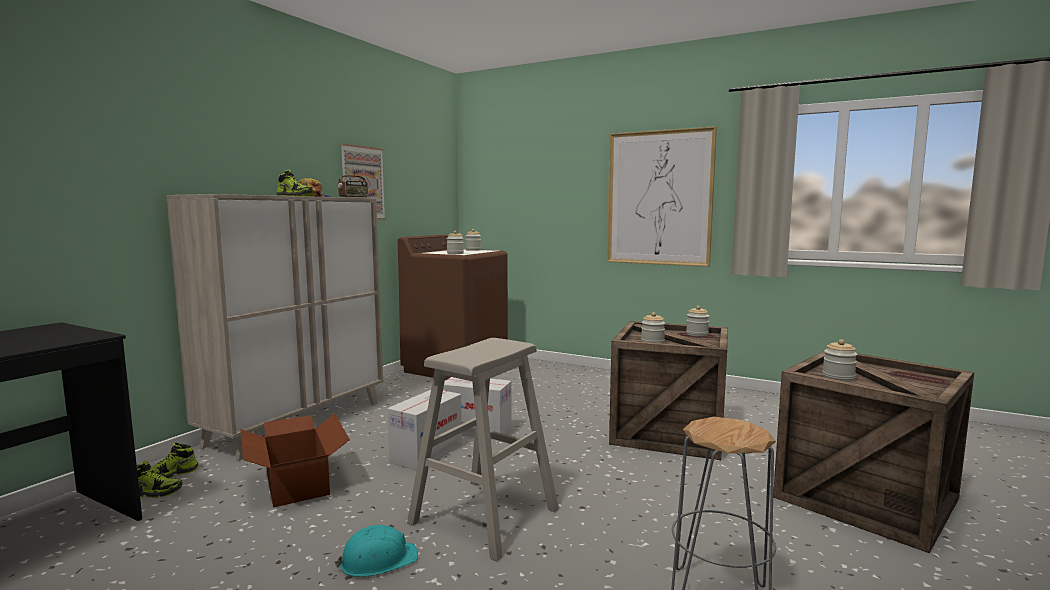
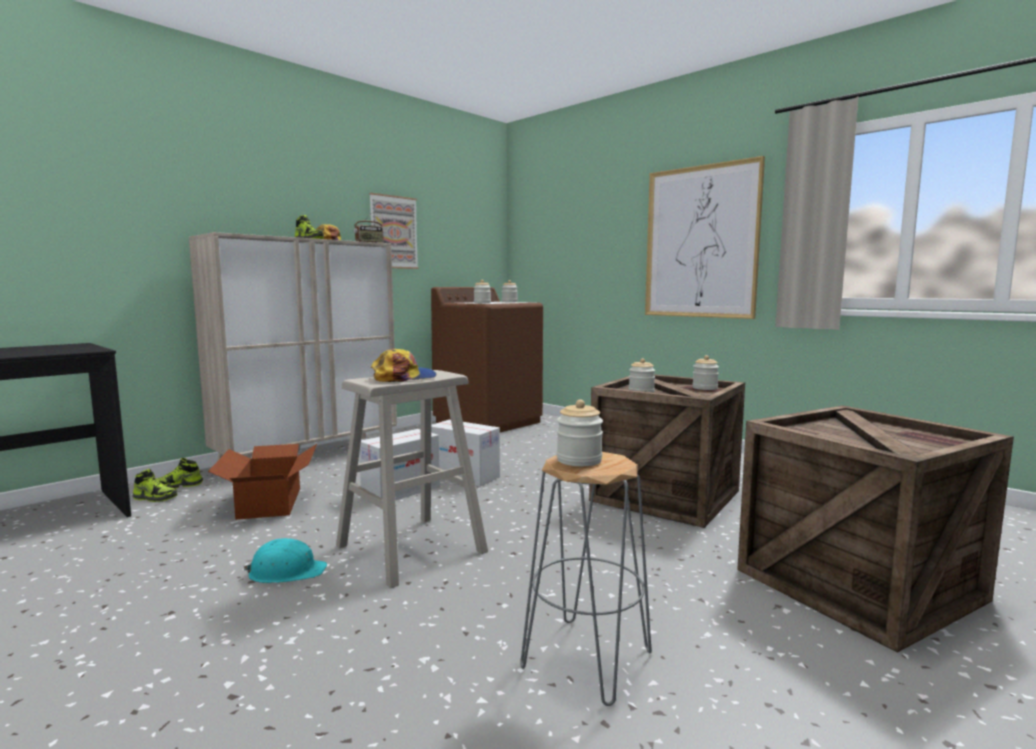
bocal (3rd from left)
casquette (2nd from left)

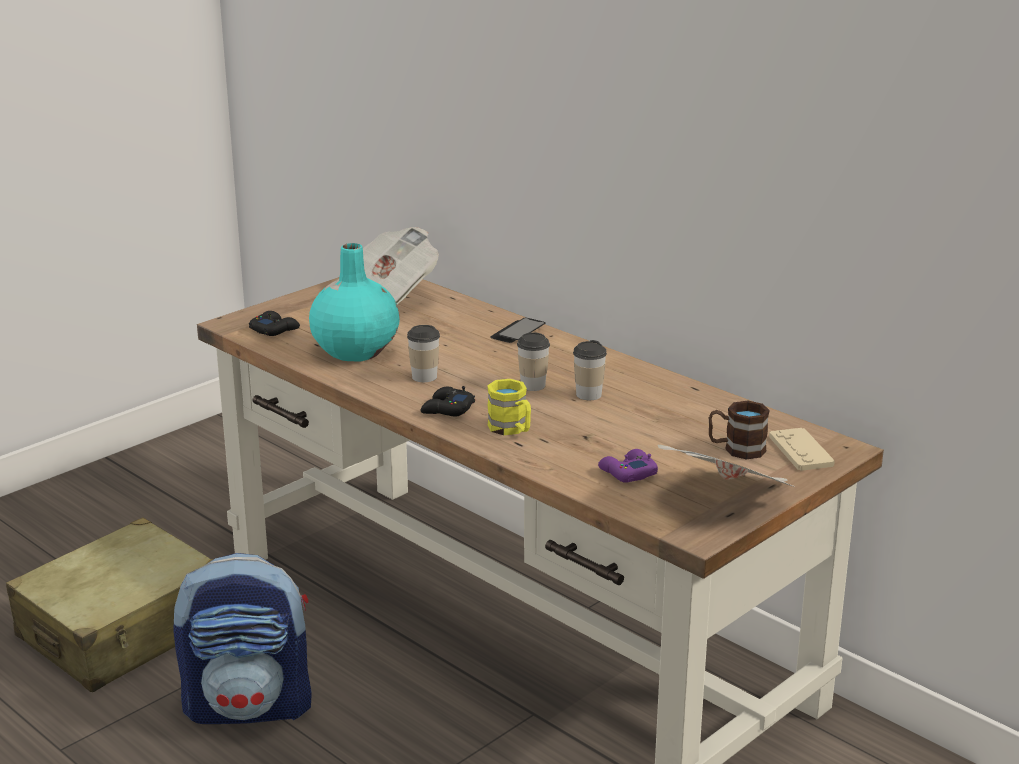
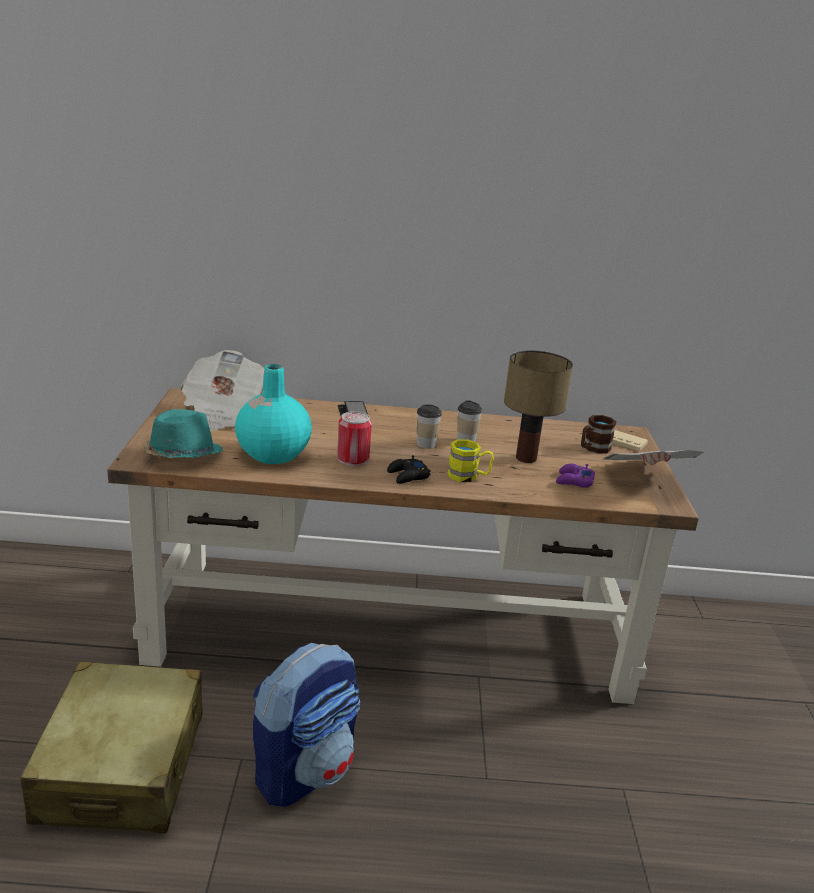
chapeau/turquoise
boîte métallique
lampe de table

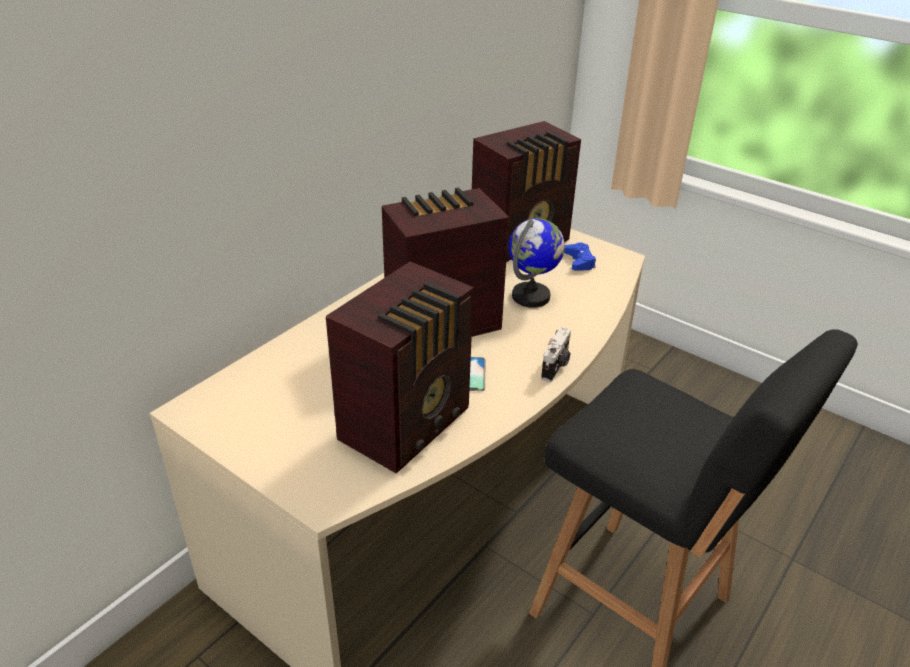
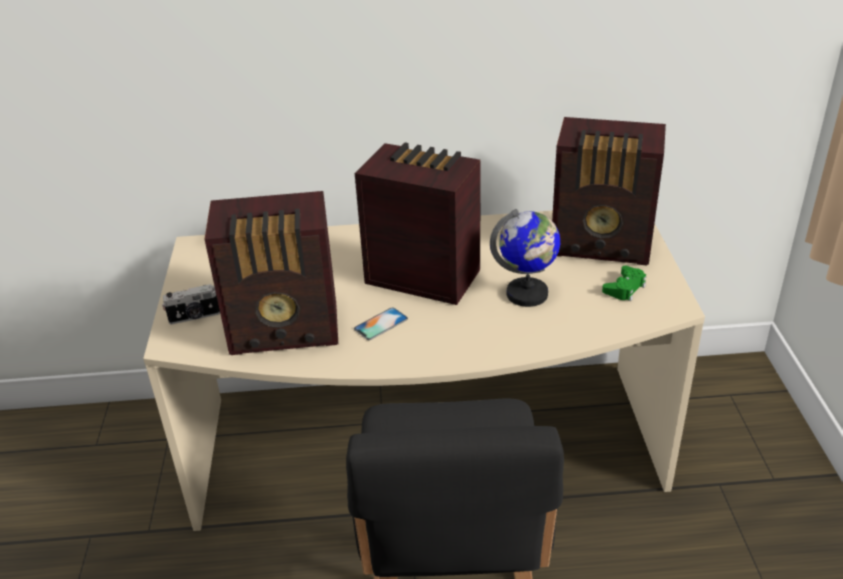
appareil photo
manette/vert

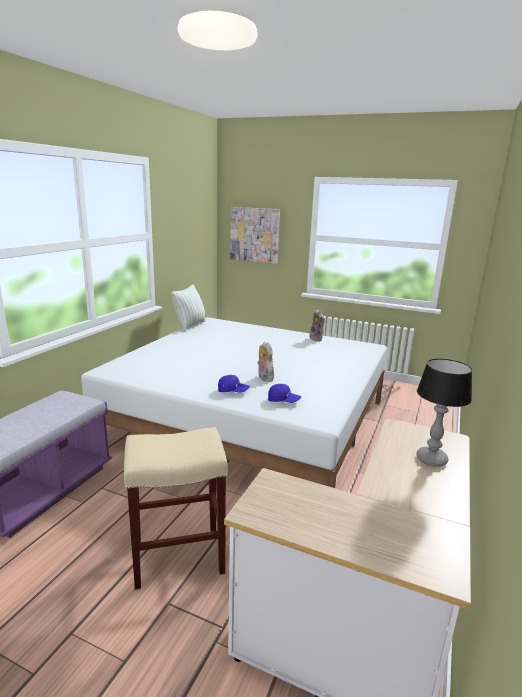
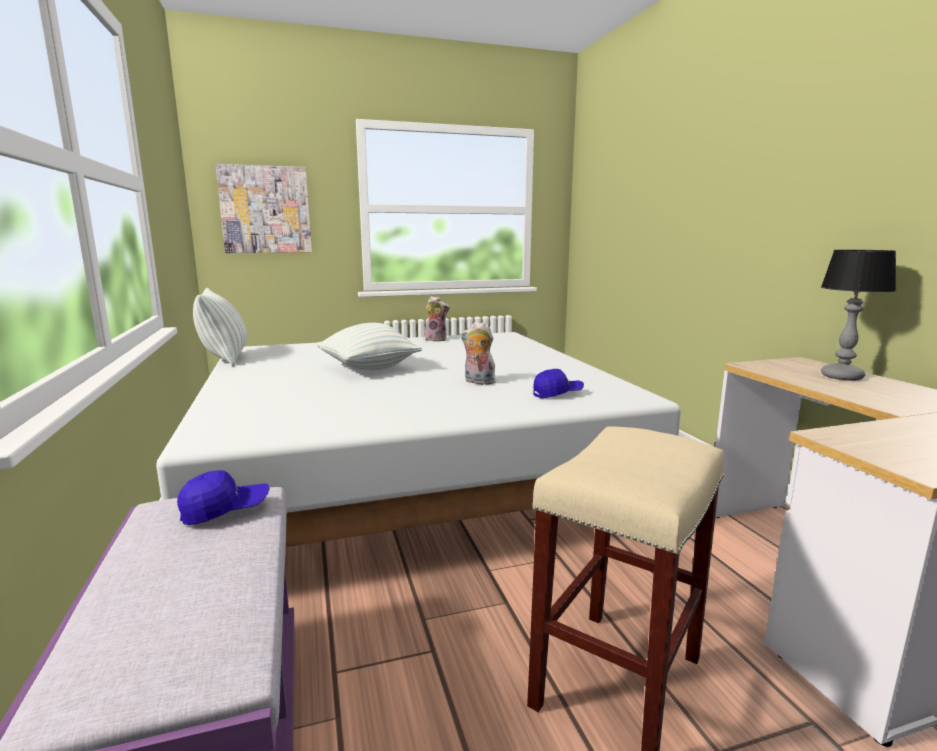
casquette/bleu (1st from left)
coussin (2nd from left)

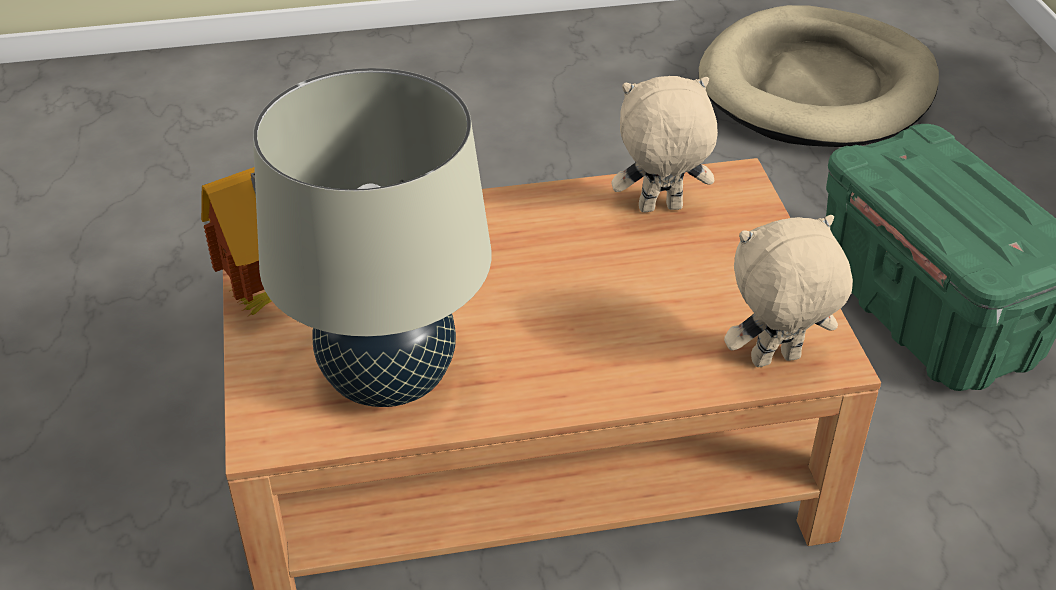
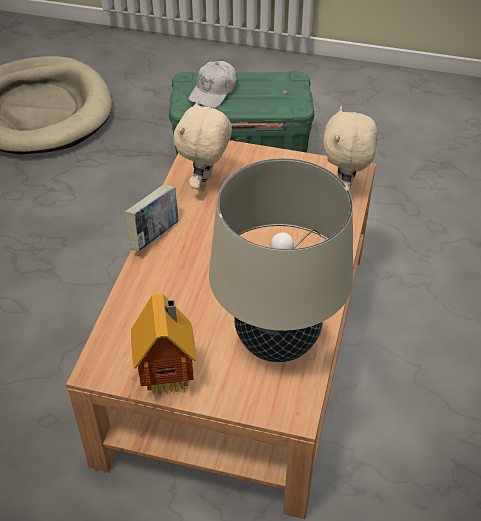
livre
casquette/blanc

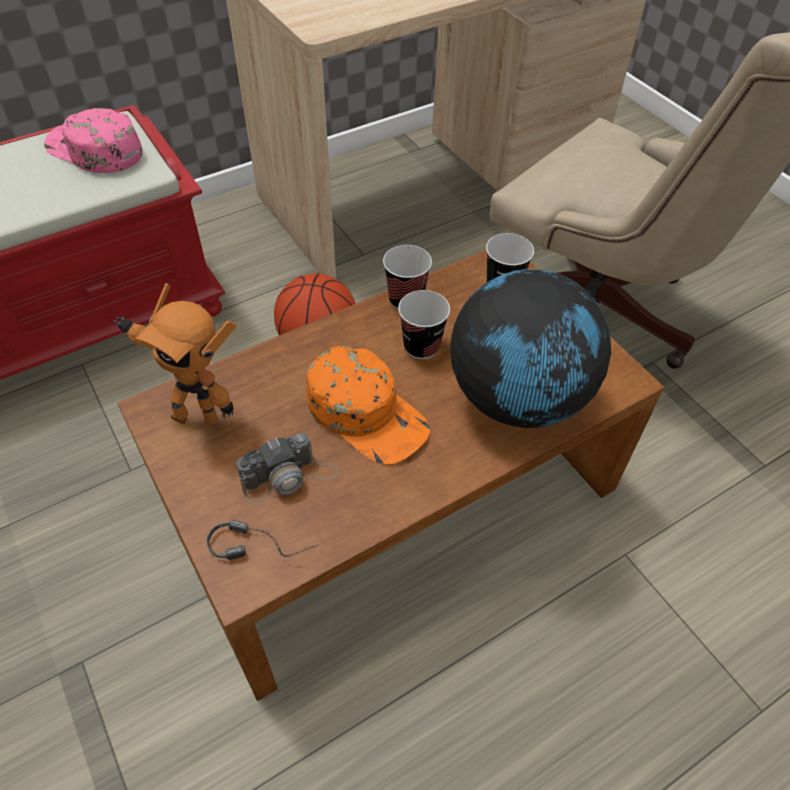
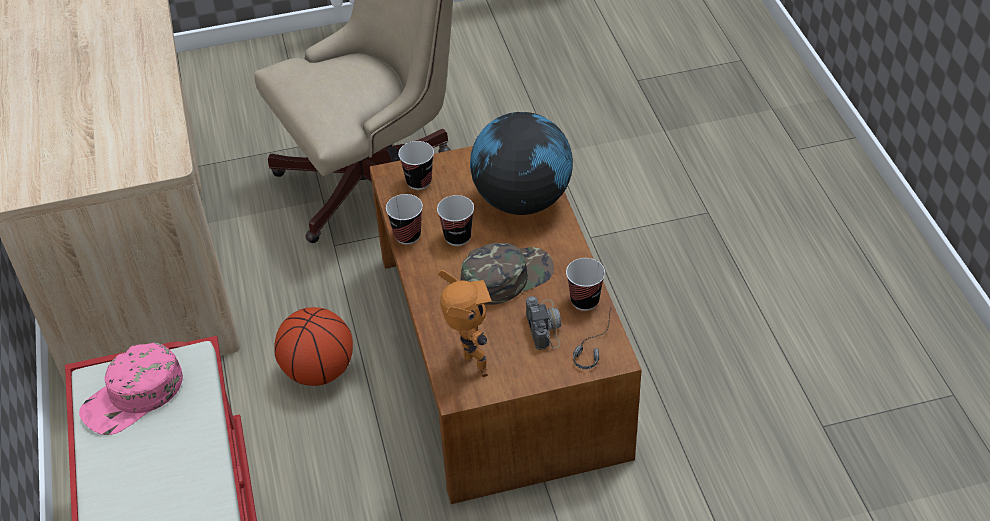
robot jouet
casquette/vert
tasse (4th from left)

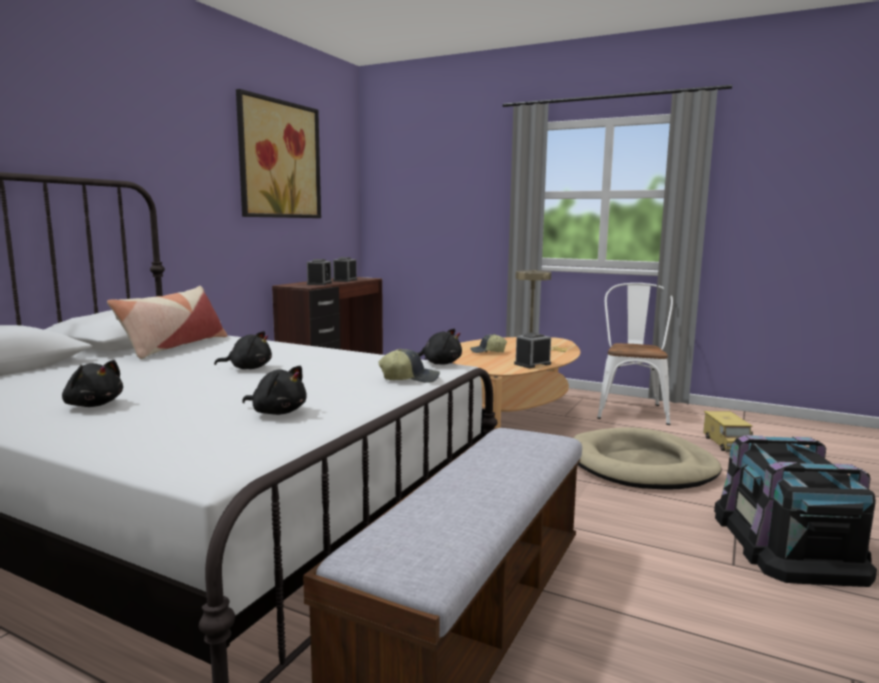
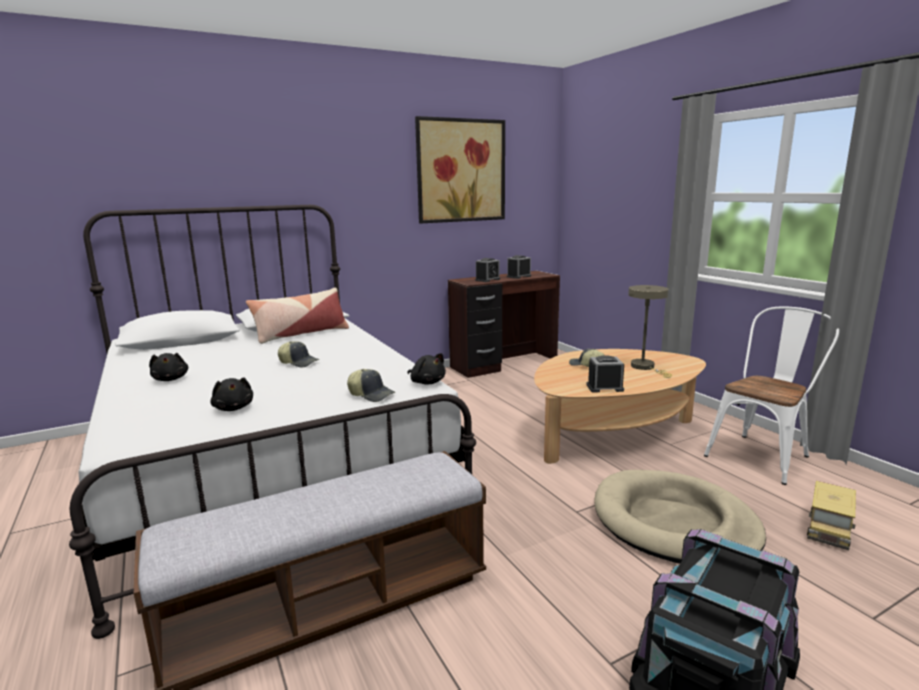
casquette (1st from left)

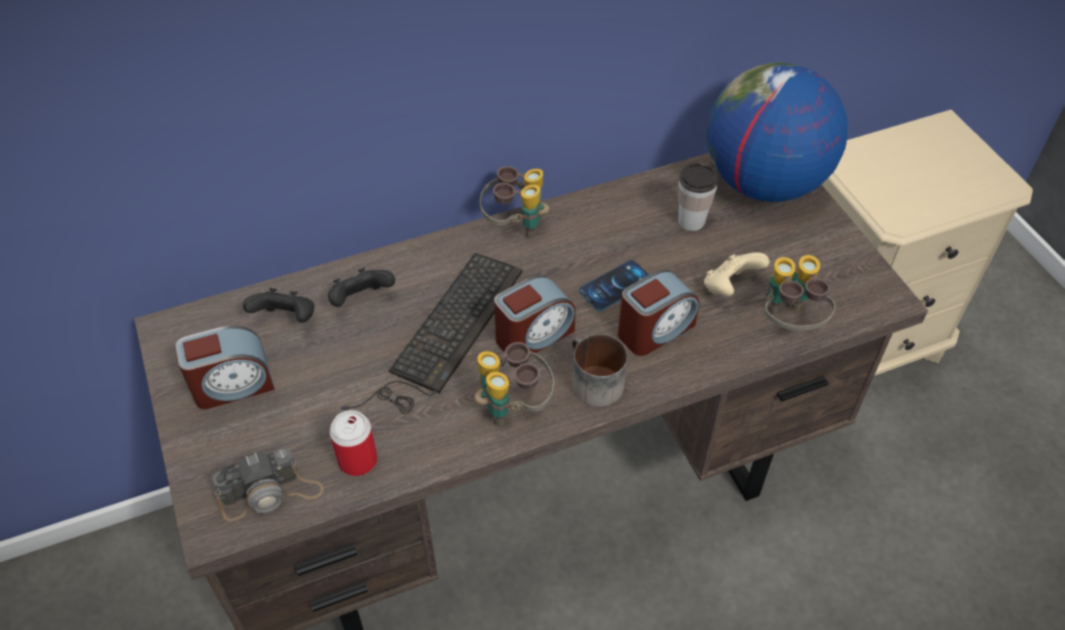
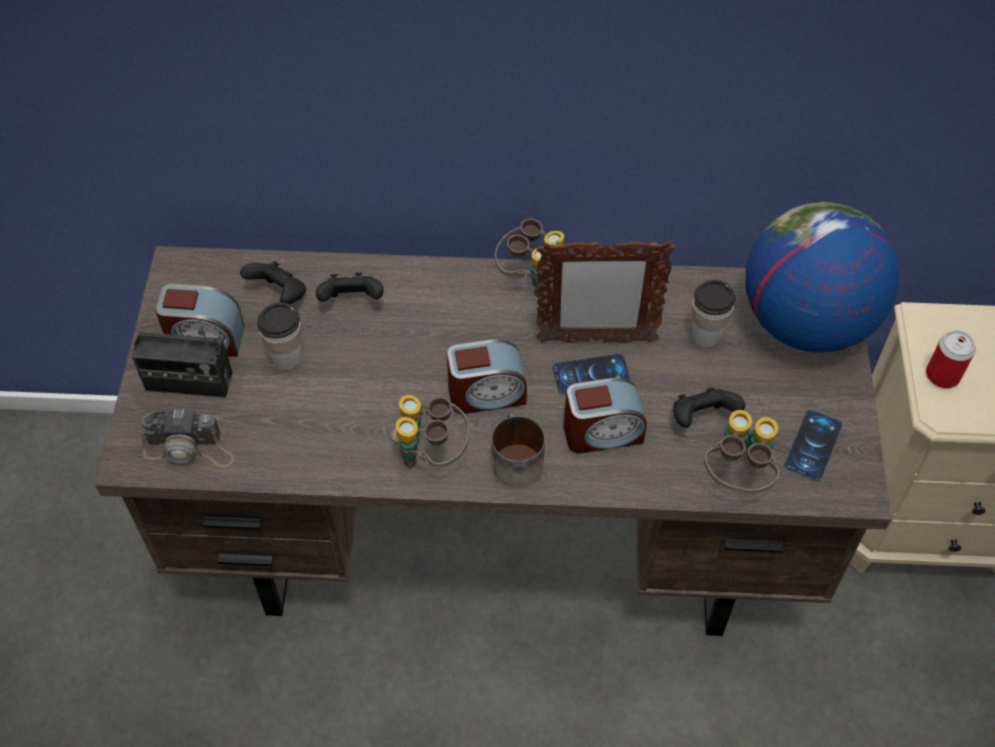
boîte métallique
clavier
manette/noir (3rd from left)
radio
tasse (1st from left)
cadre photo
téléphone (2nd from left)

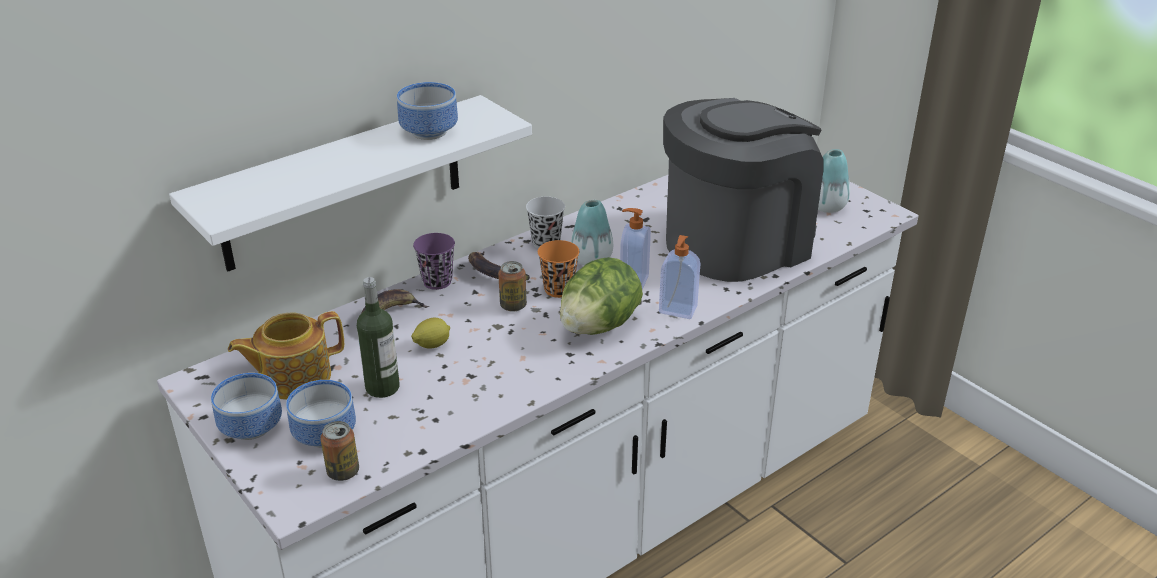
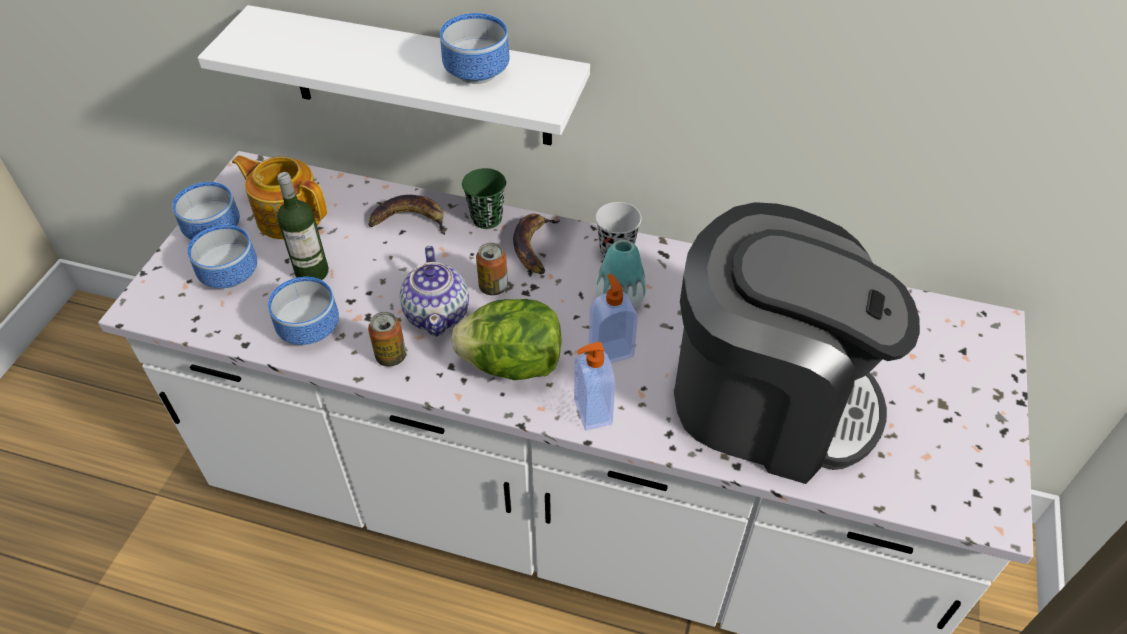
boîte métallique (1st from left)
citron
tasse/vert
tasse/orange
vase (2nd from left in the first image)
bol (3rd from left)
théière (2nd from left)

